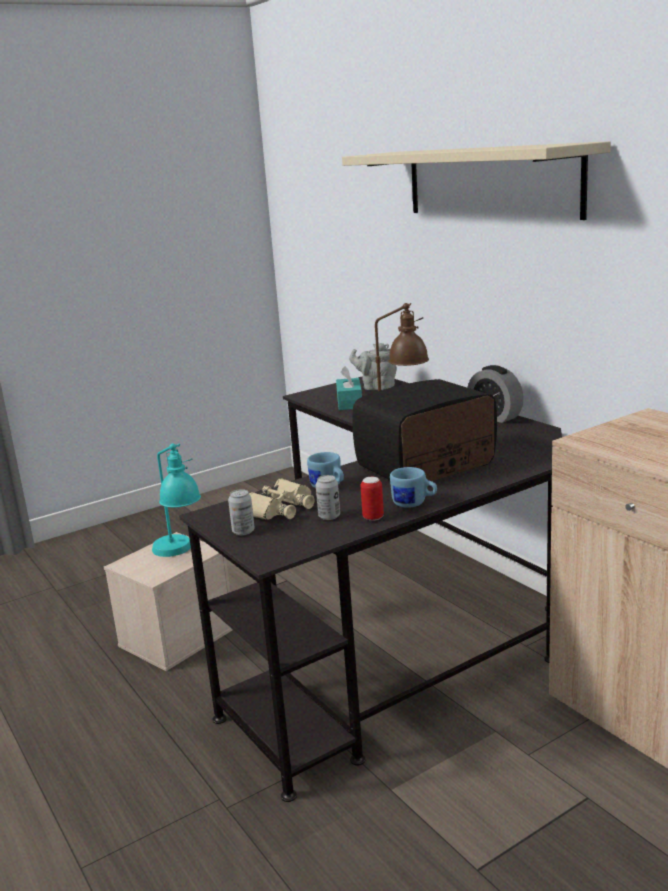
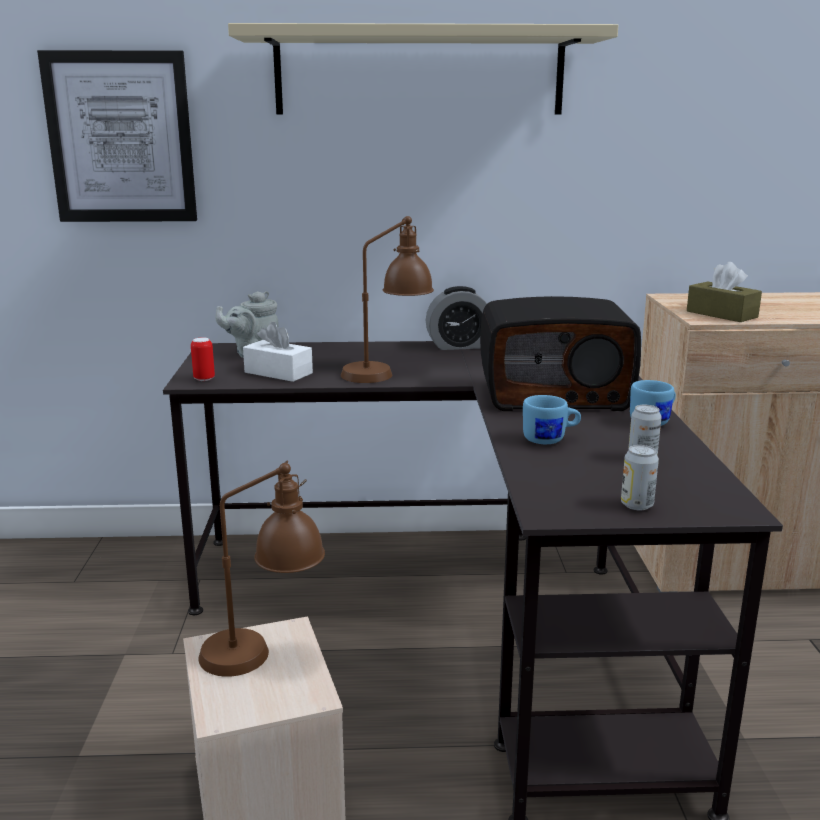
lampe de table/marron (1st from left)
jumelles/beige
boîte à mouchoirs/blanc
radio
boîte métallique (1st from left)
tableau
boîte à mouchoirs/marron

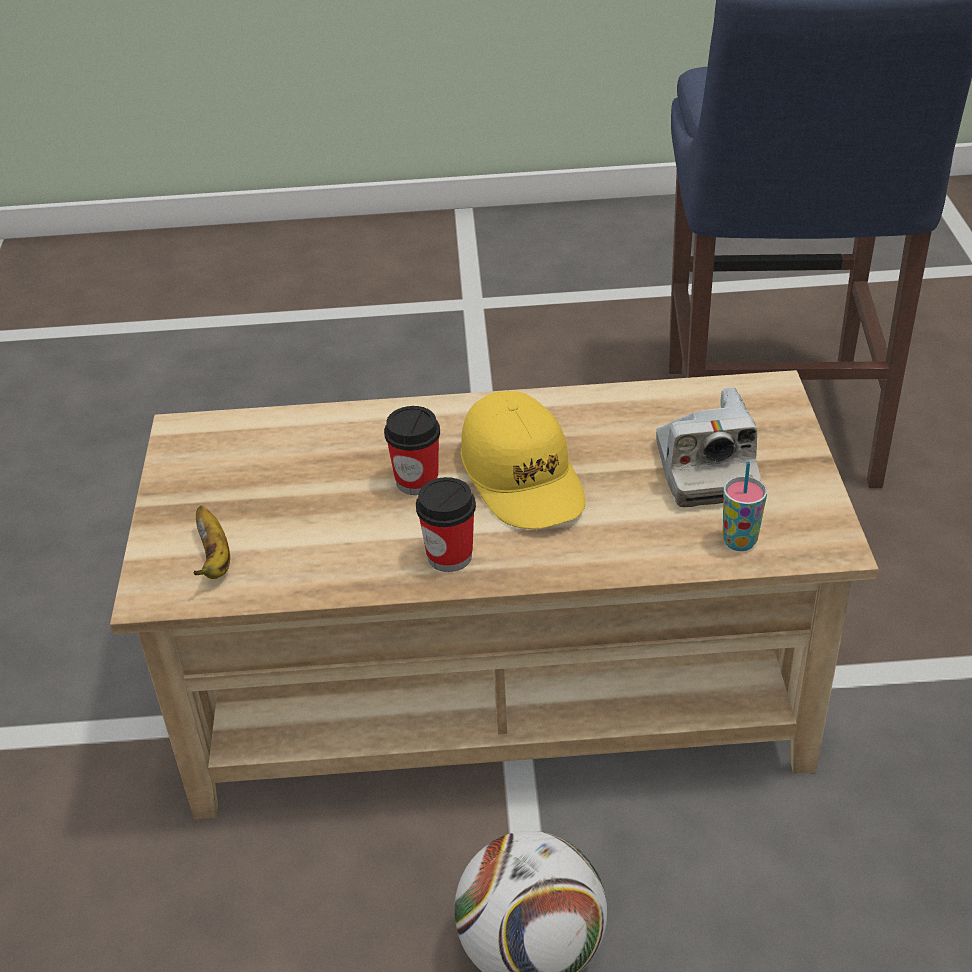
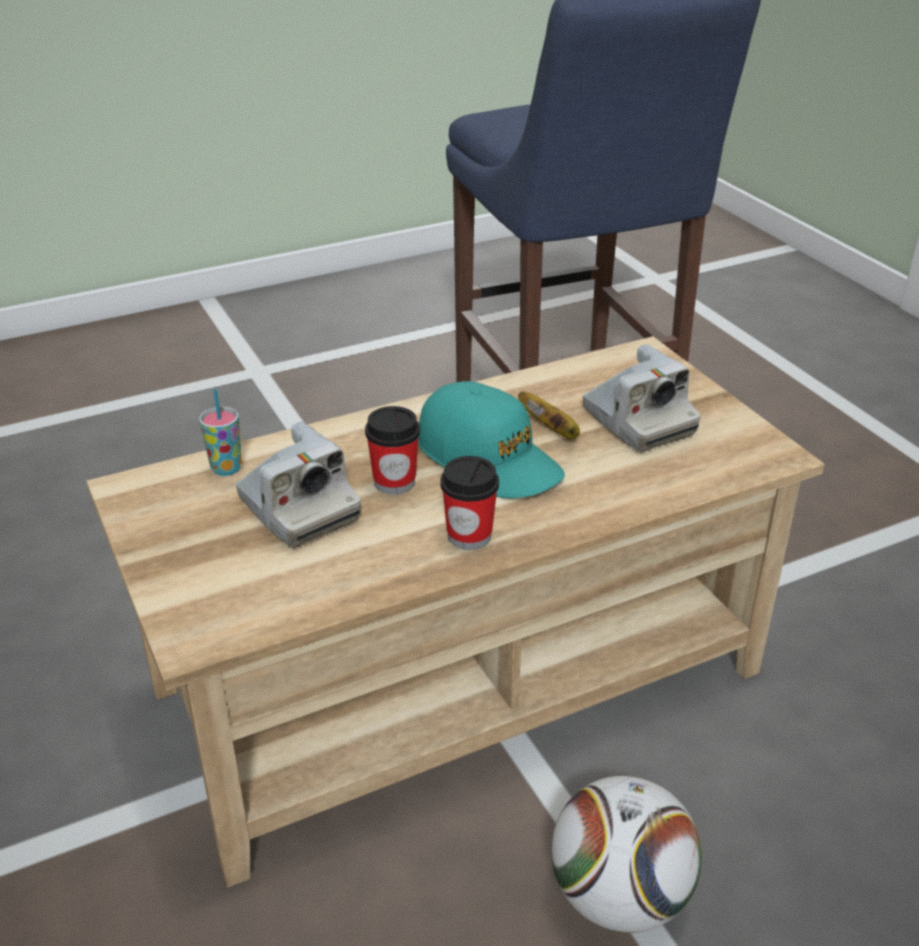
banane
casquette/turquoise
tasse (1st from left)
appareil photo (1st from left)

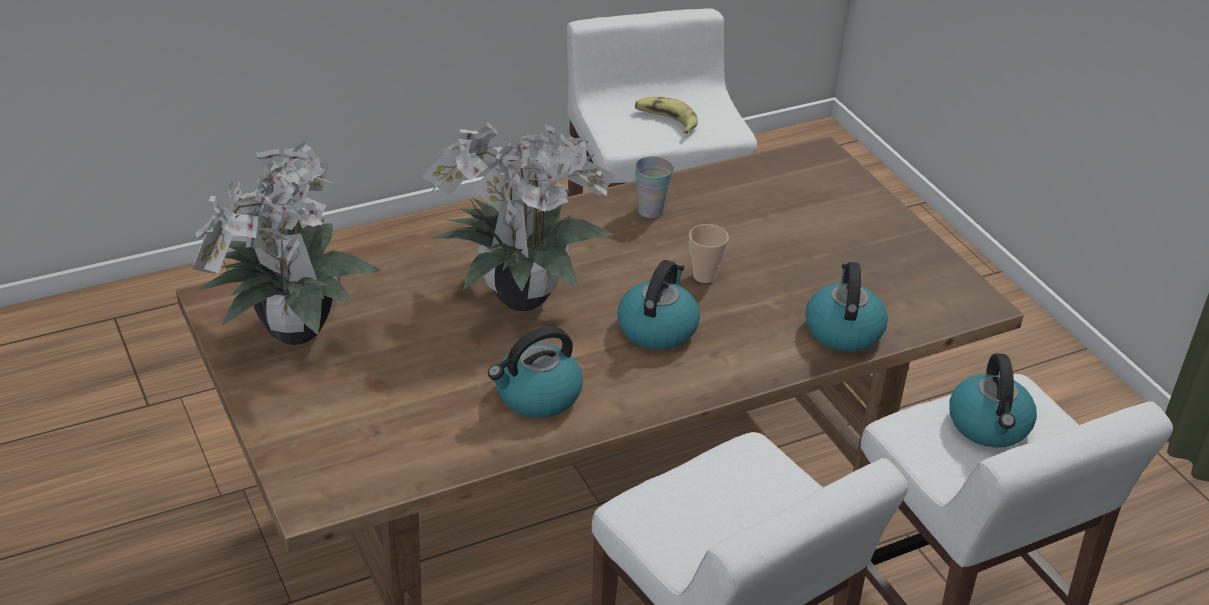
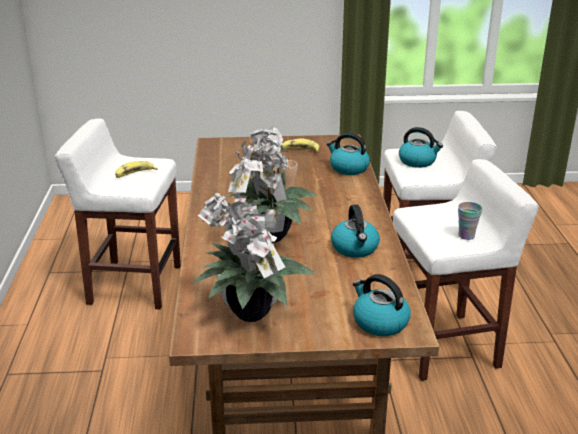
bouilloire (3rd from left)
tasse (2nd from left)
banane (2nd from left)

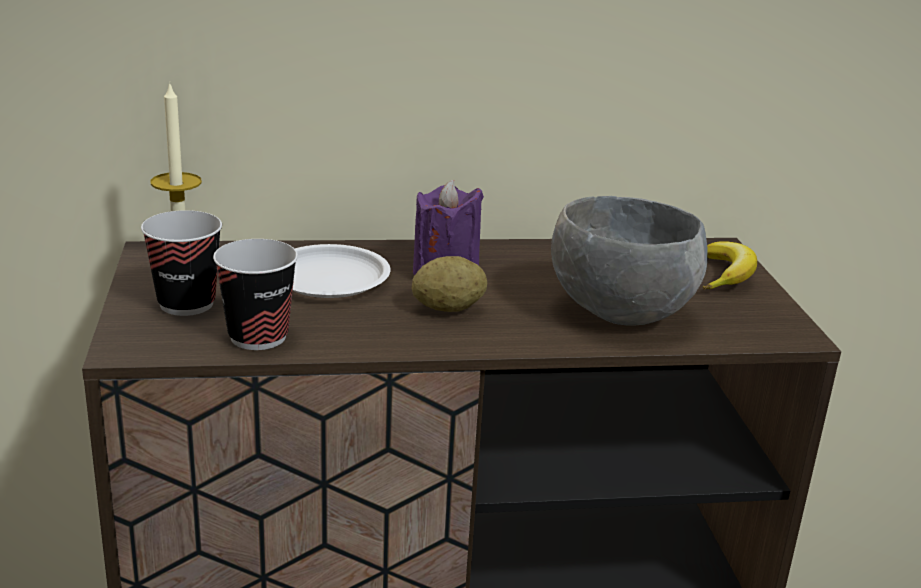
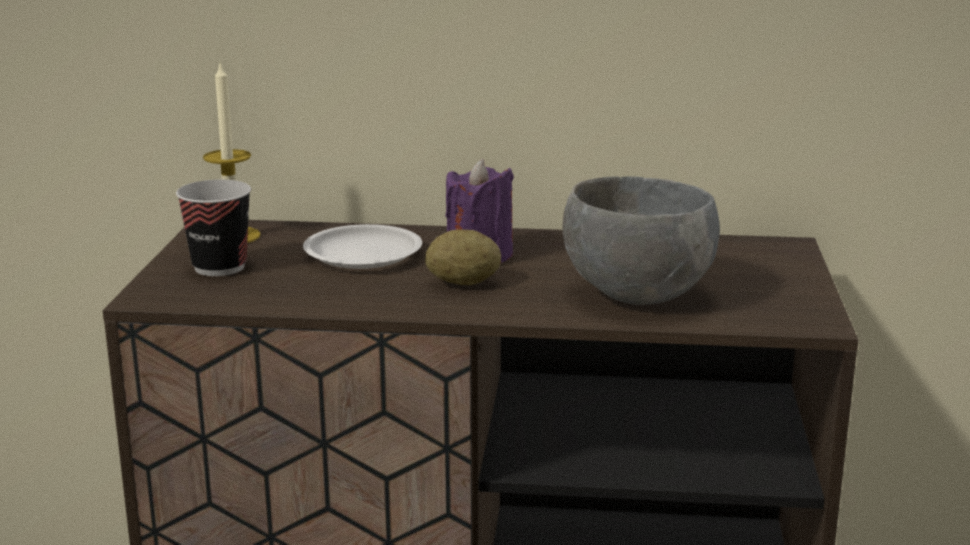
tasse (2nd from left in the first image)
banane

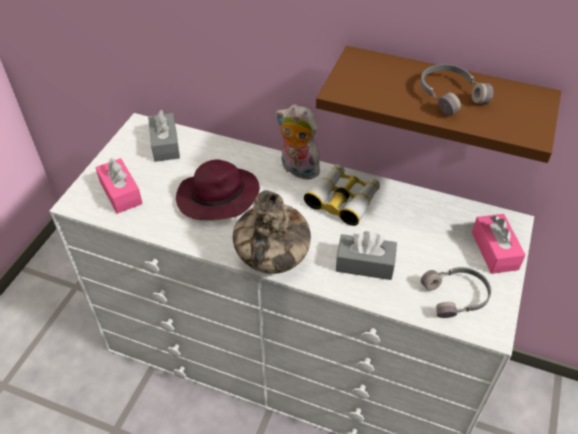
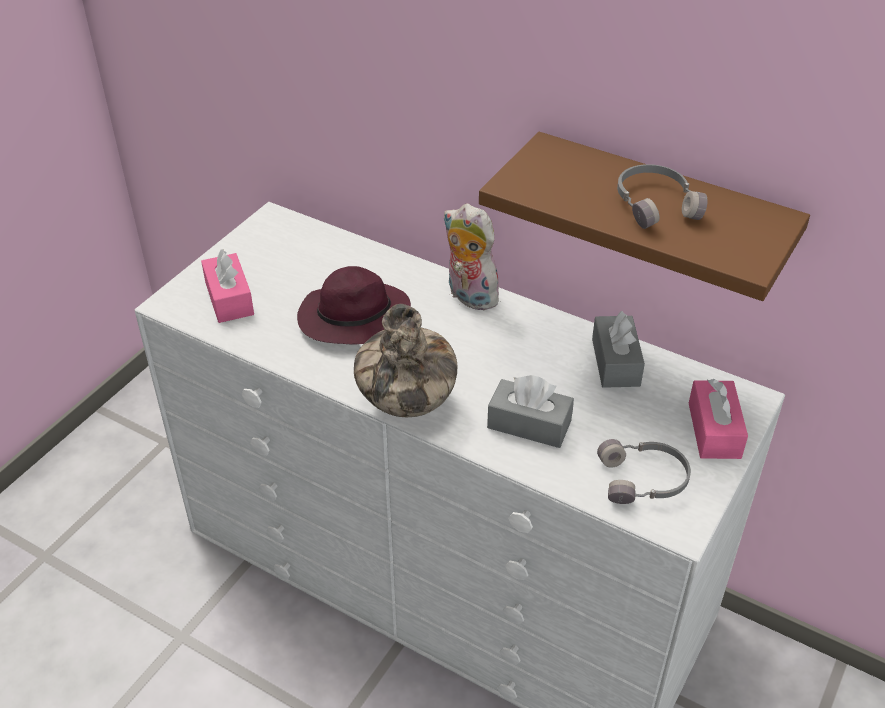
boîte à mouchoirs/gris (2nd from left)
jumelles

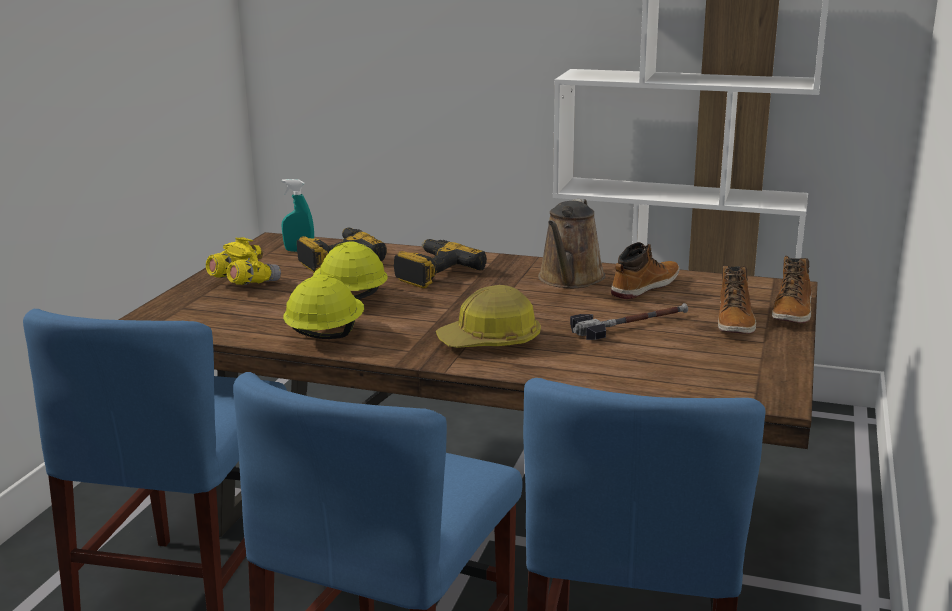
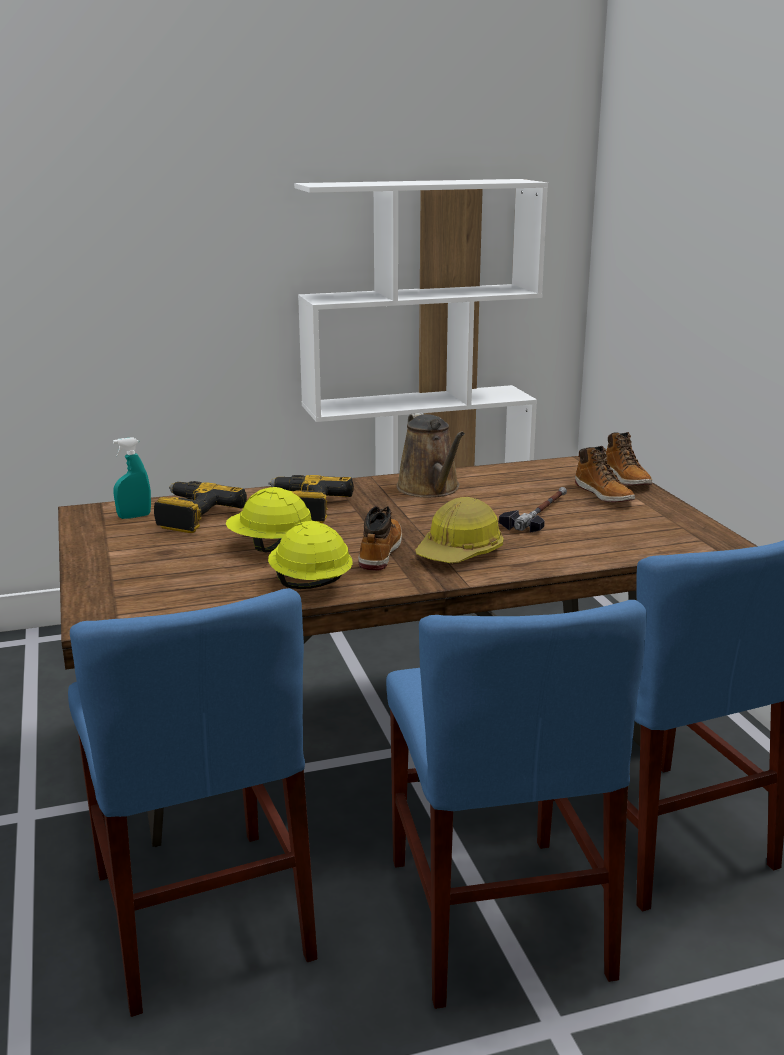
jumelles/jaune
botte (1st from left)

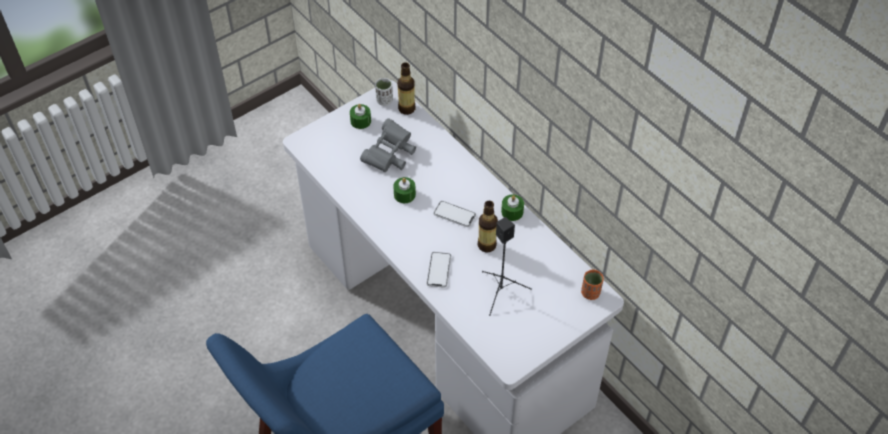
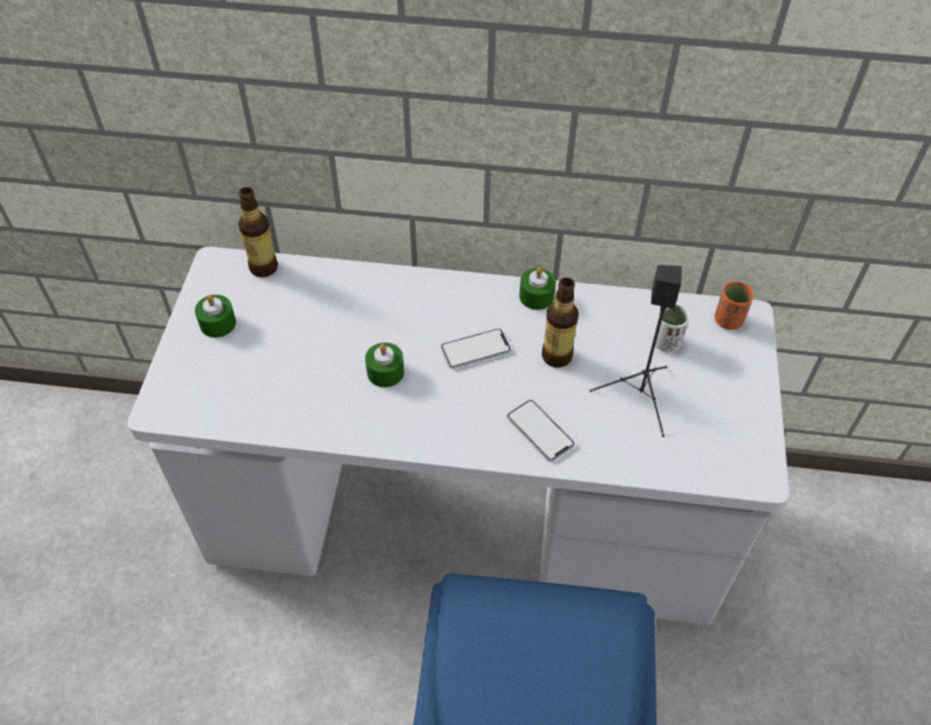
jumelles/gris
tasse/blanc

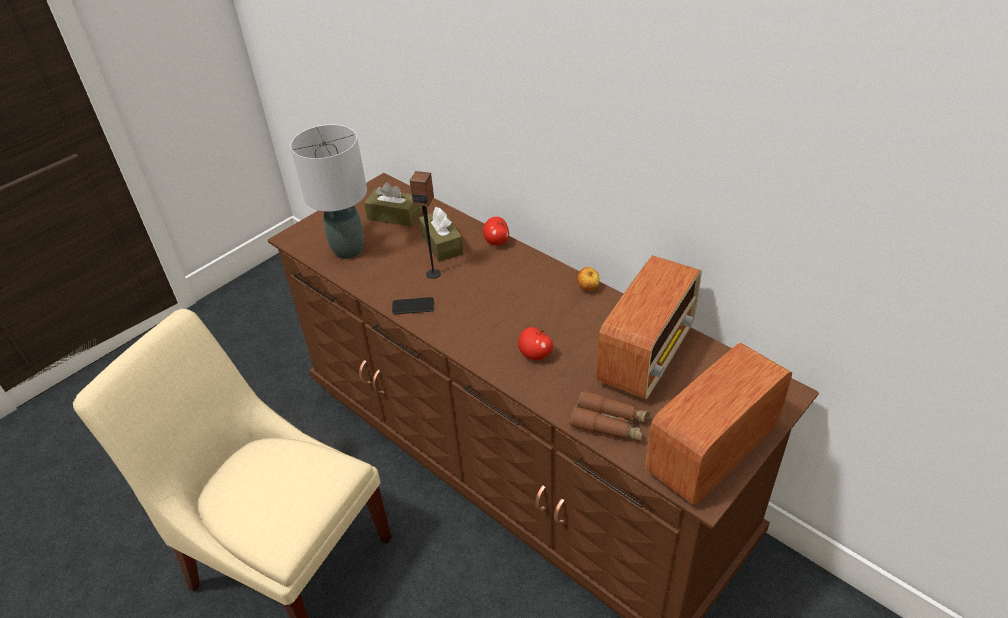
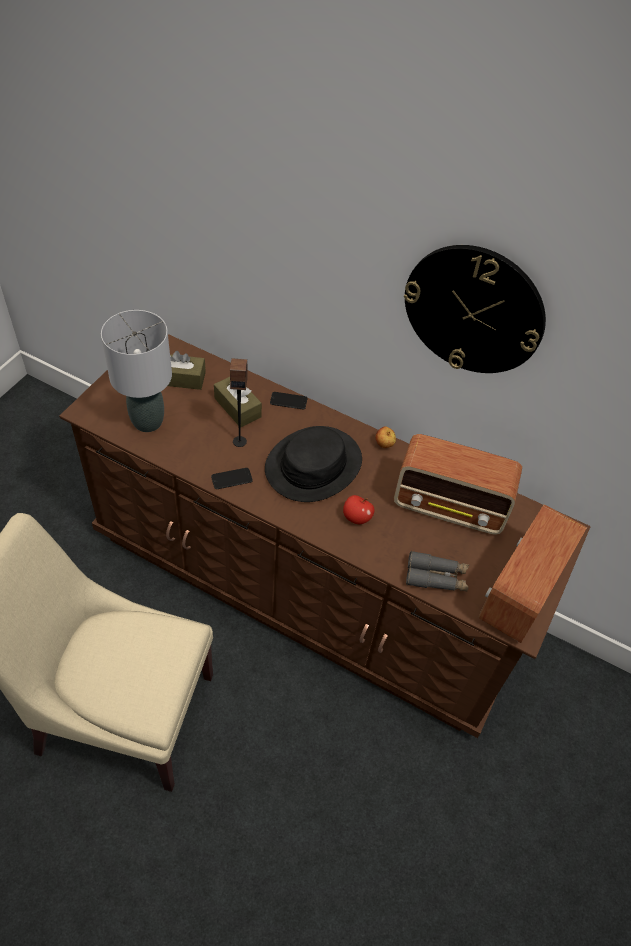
téléphone (2nd from left)
jumelles/gris
radio (1st from left)
chapeau/noir
horloge murale

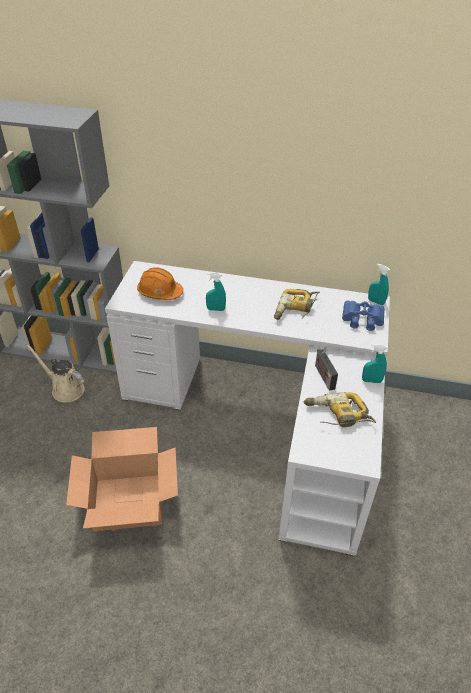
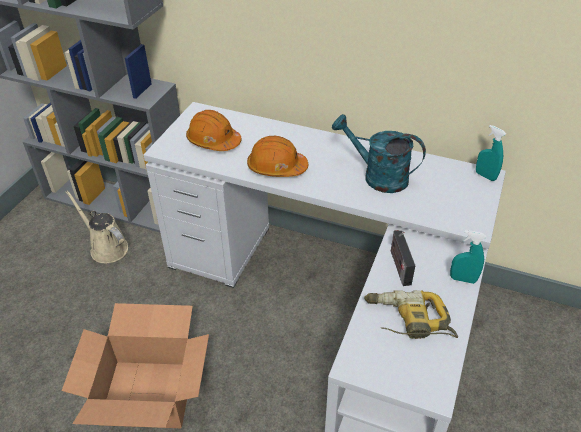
casque de chantier/orange (2nd from left)
arrosoir/turquoise
jumelles/bleu

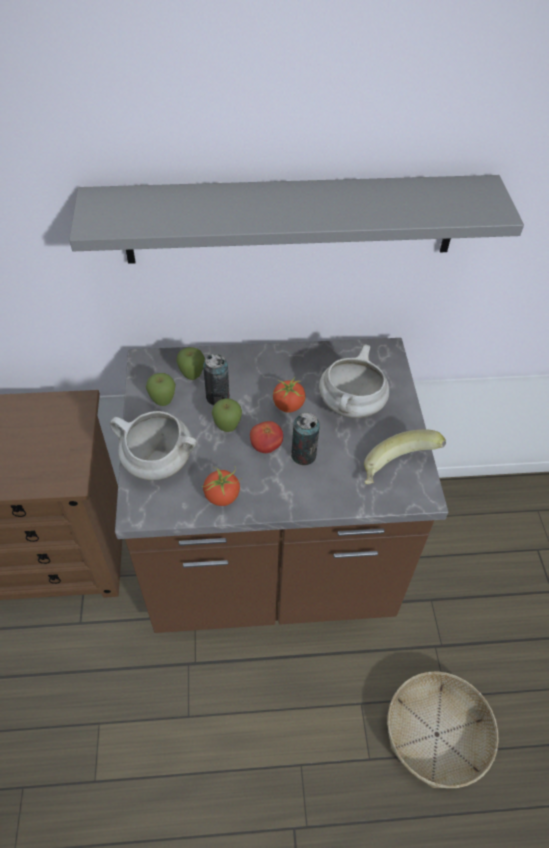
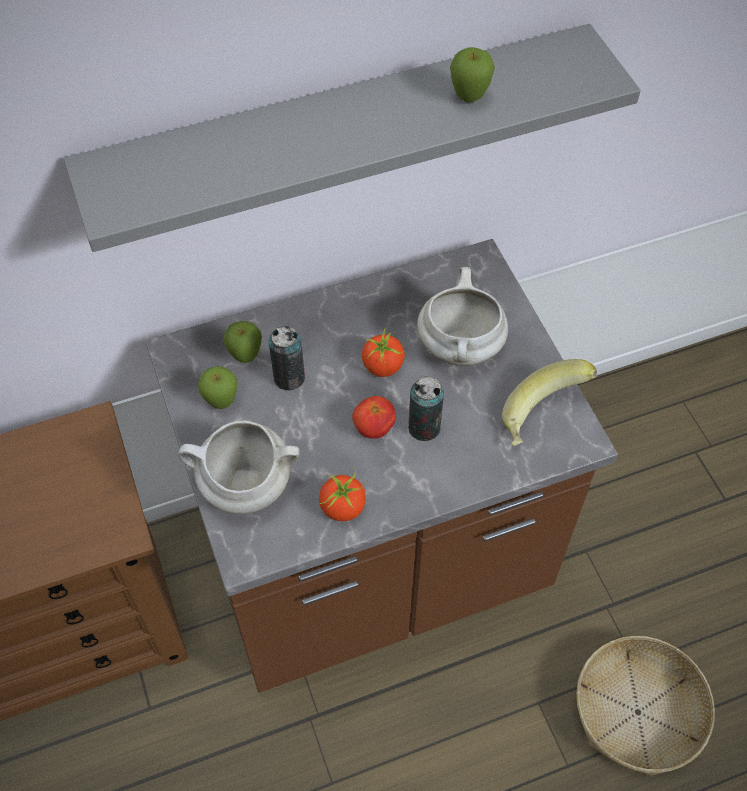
pomme (3rd from left)

